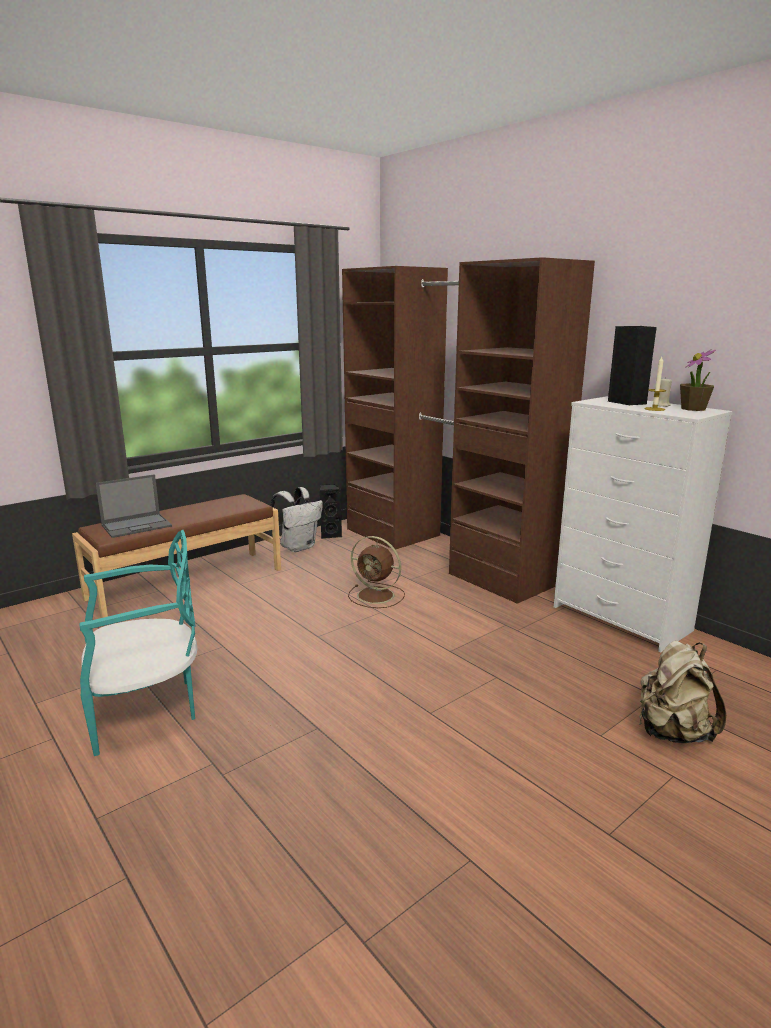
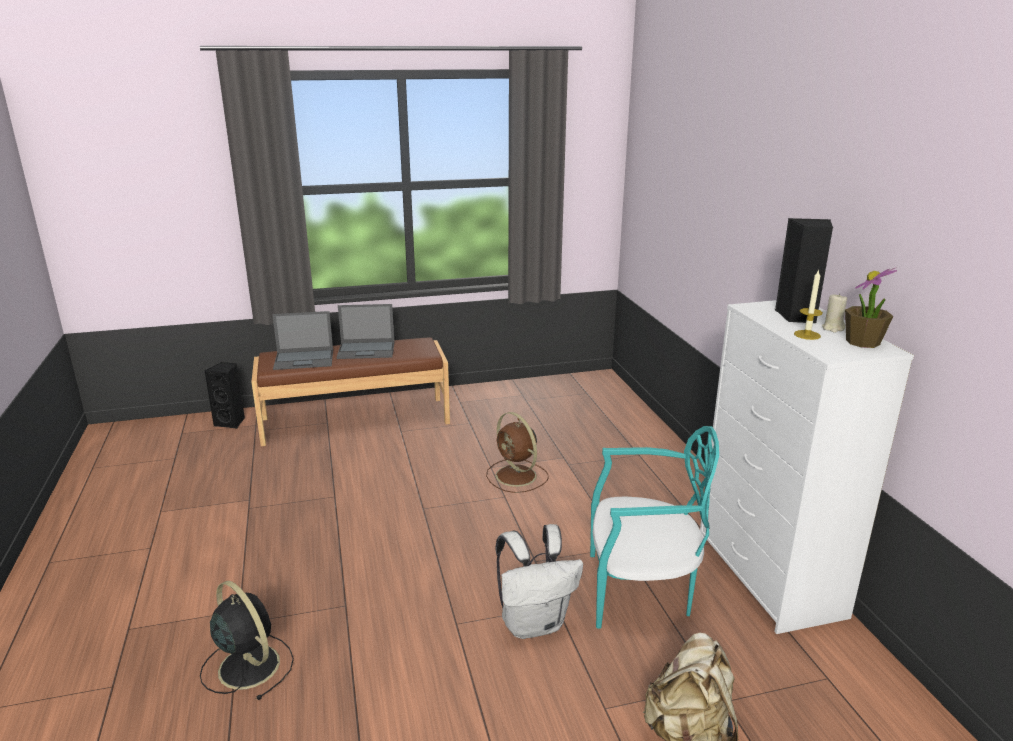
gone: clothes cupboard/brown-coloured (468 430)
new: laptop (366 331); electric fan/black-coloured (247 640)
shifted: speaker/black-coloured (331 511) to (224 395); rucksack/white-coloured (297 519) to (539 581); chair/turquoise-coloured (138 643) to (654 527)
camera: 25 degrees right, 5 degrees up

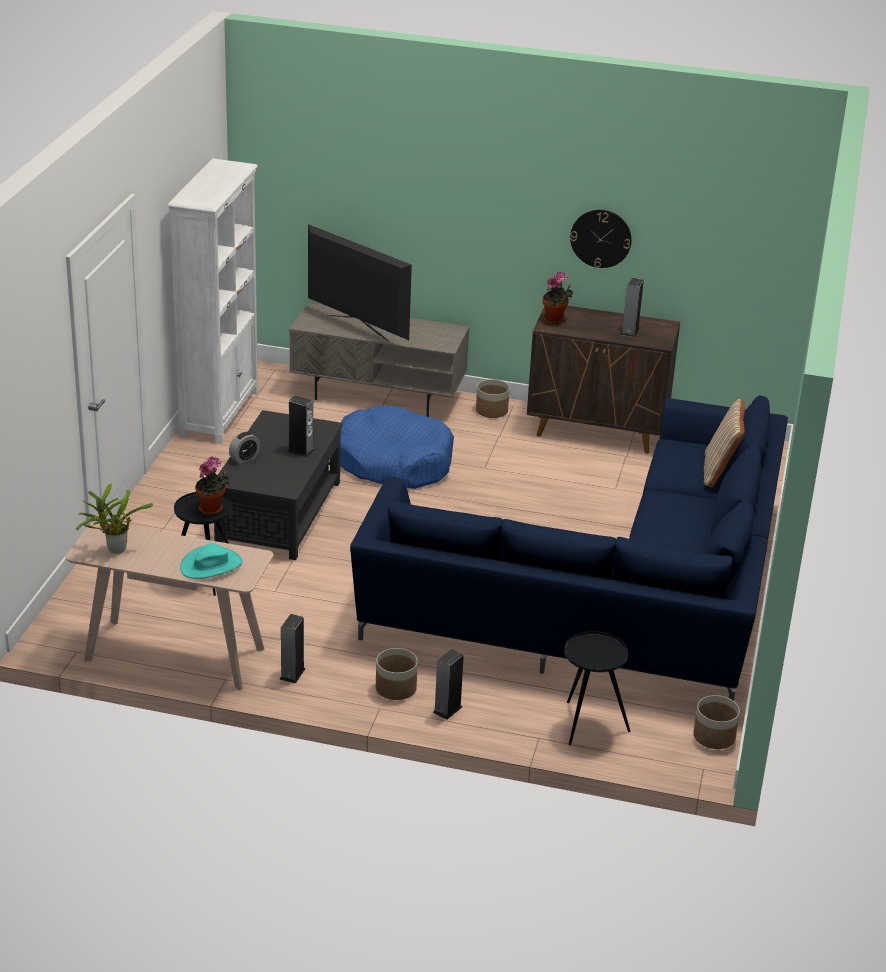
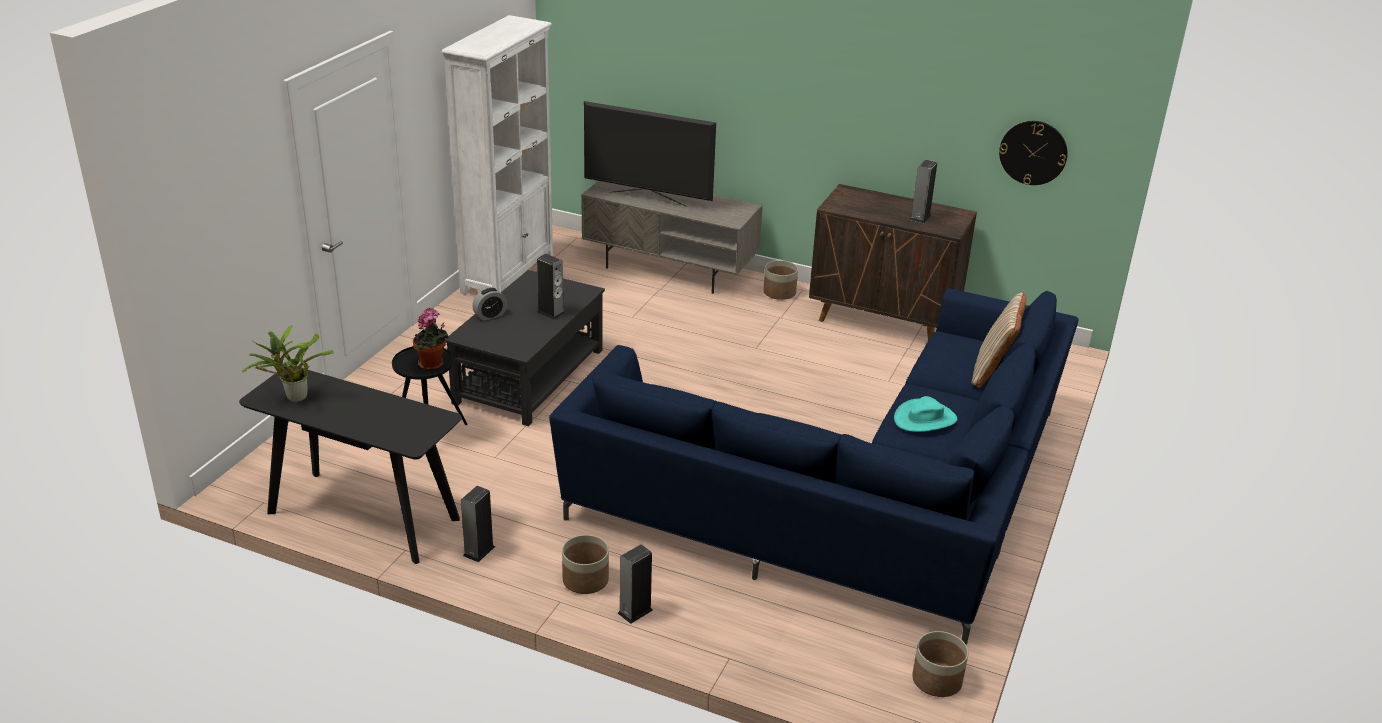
gone: potted plant (557 297); dog cushion/blue (397 447); end table/black-coloured (597 688)
shifted: wall clock (601 239) to (1033 153); clothing hat/turquoise-coloured (211 561) to (925 414)
repainted: narrow table/beige (169 605) to narrow table/black-coloured (350 465)
rotated: television (360 282) = (650 154) 150 degrees clockwise
camera: 10 degrees right, 0 degrees up

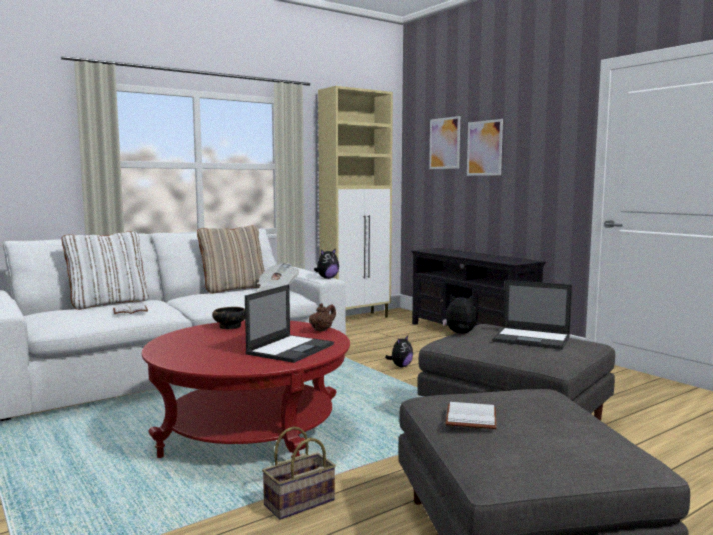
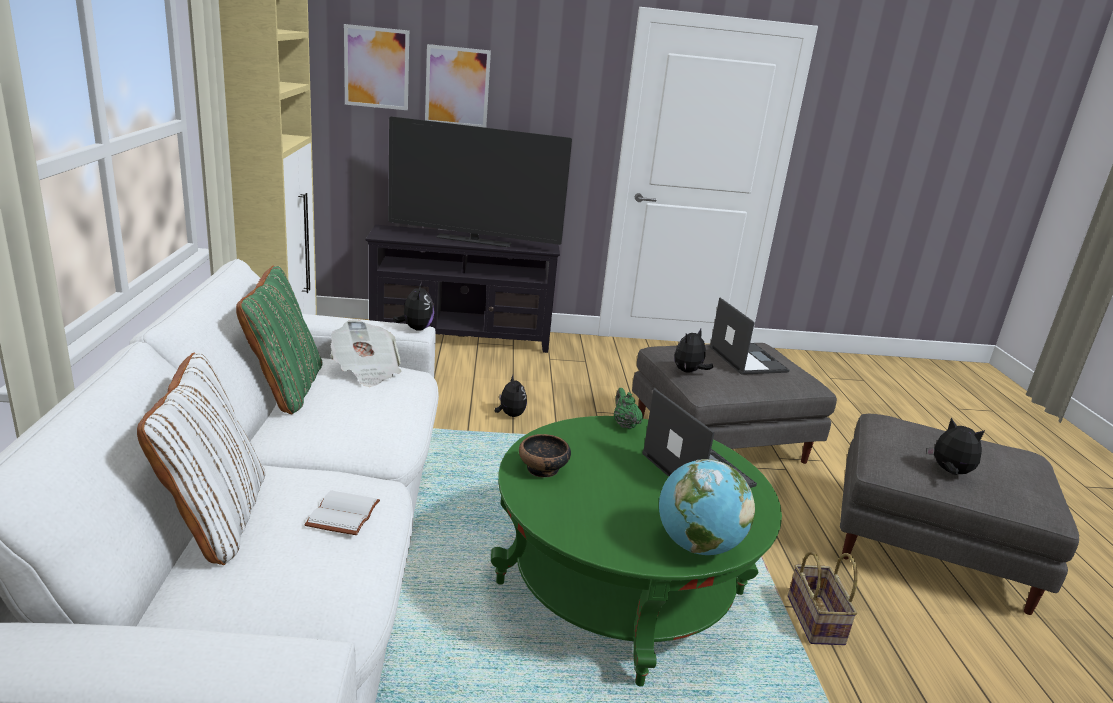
new: television (480 181); globe (707 507)
swapped: bound book/white-coloured (471 415) to plush toy (955 446)
repainted: pillow/beige (231 260) to pillow/green (279 340); teapot/brown-coloured (322 317) to teapot/green (628 408); coffee table/red (246 389) to coffee table/green (636 551)
rotated: laptop (532 315) = (749 336) 75 degrees counterclockwise
camera: 60 degrees left, 15 degrees up

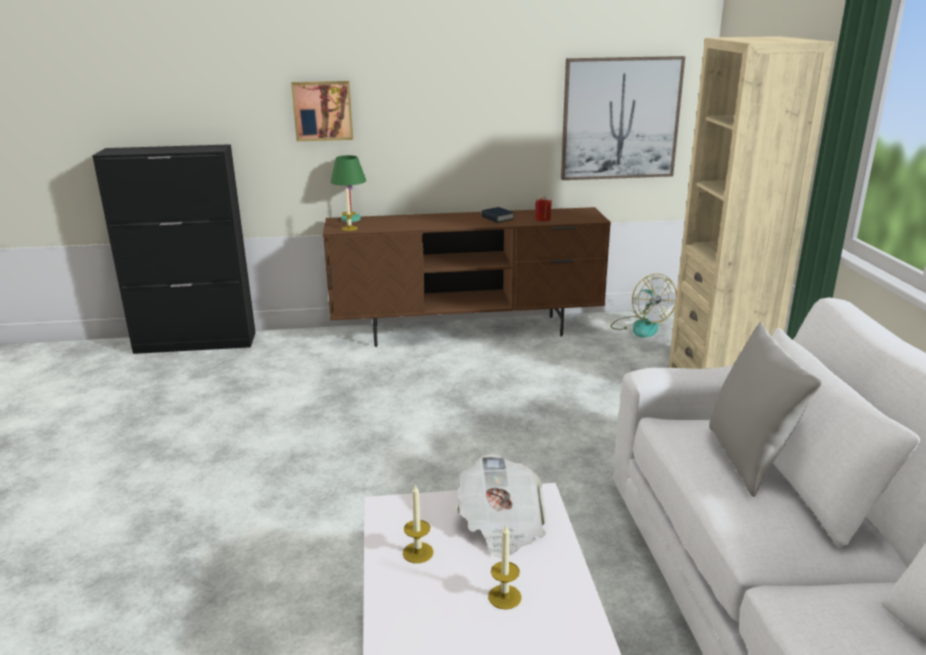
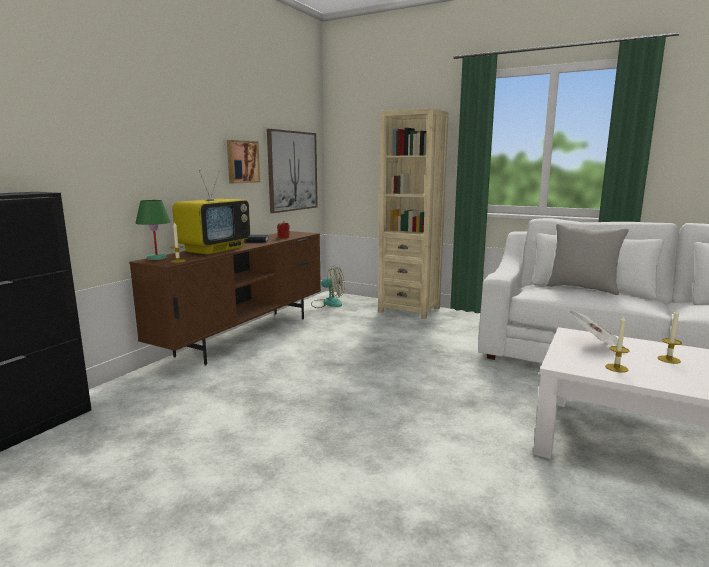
new: television (211 212)
shifted: wall art (322 111) to (243 162)
camera: 55 degrees left, 10 degrees down

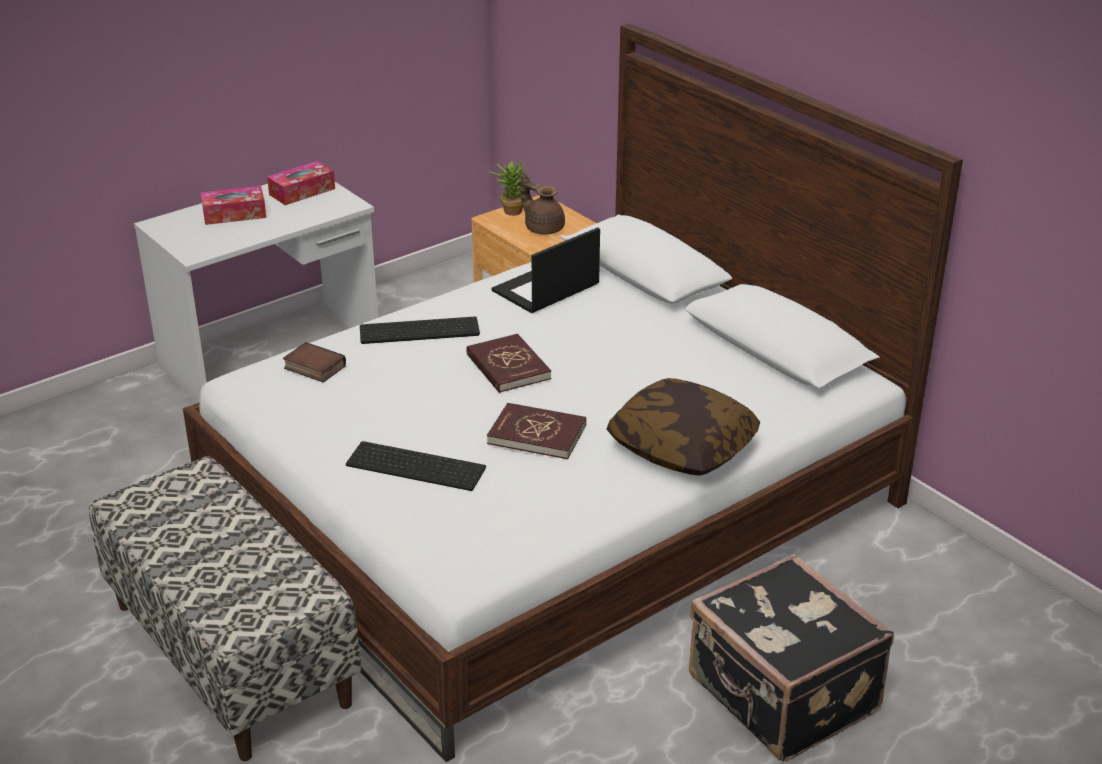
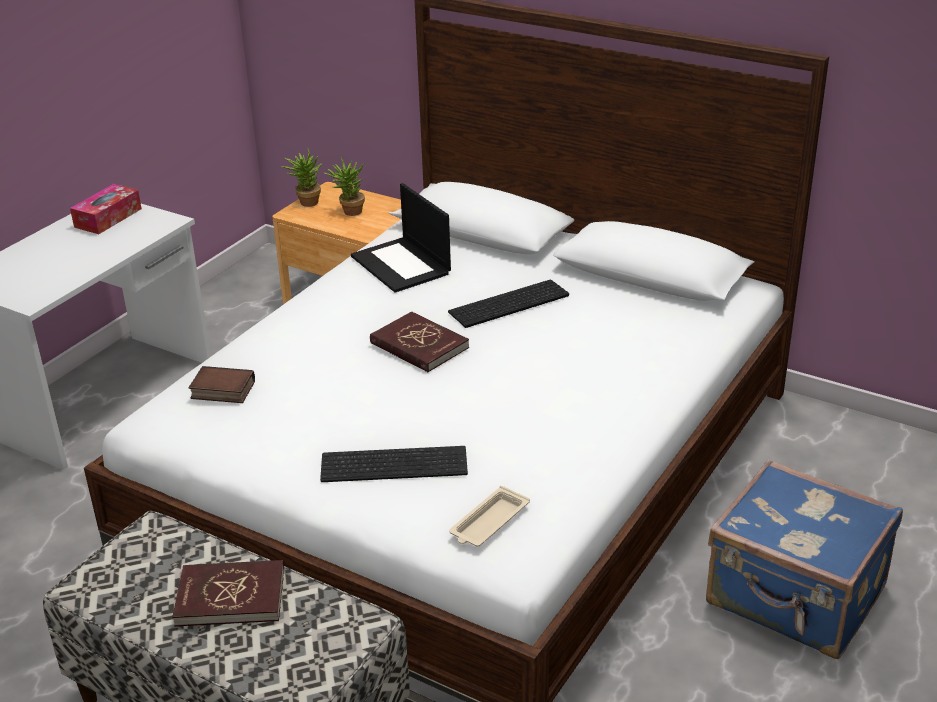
gone: box of tissues (233 205); pillow (683 427)
new: carrying tray/beige (489 516)
shifted: keyboard (420 330) to (508 304); bound book/red (536 431) to (228 593)
swapped: teapot/brown-coloured (542 203) to potted plant (344 186)
repainted: travel case/black-coloured (791 658) to travel case/blue (804 559)
rotated: laptop (546 270) = (401 238) 60 degrees counterclockwise
camera: 20 degrees left, 0 degrees up

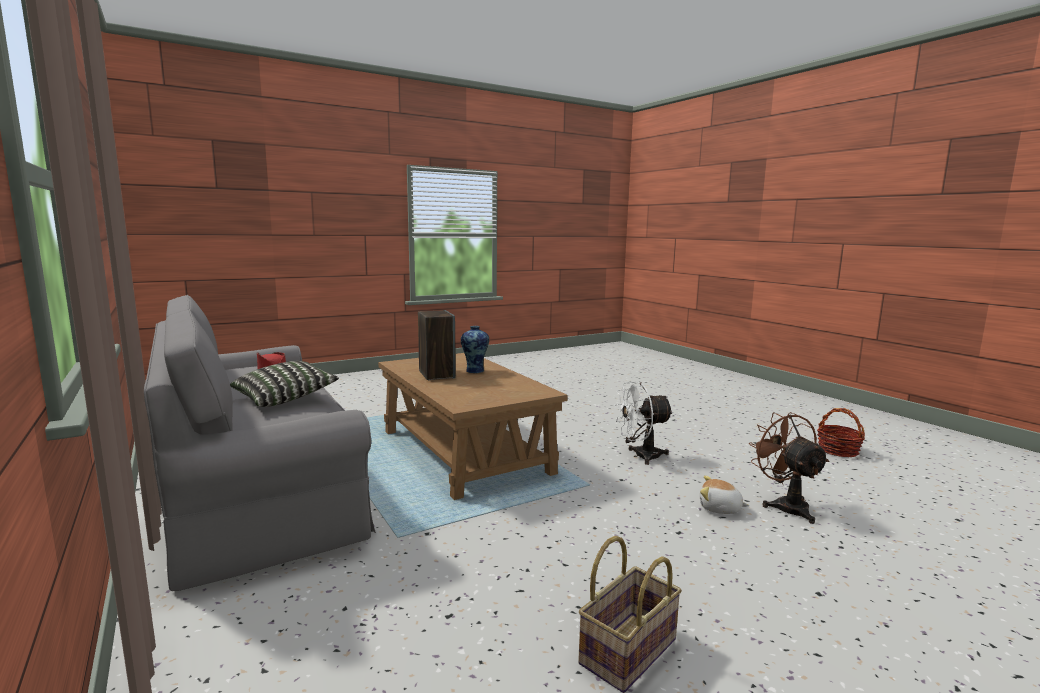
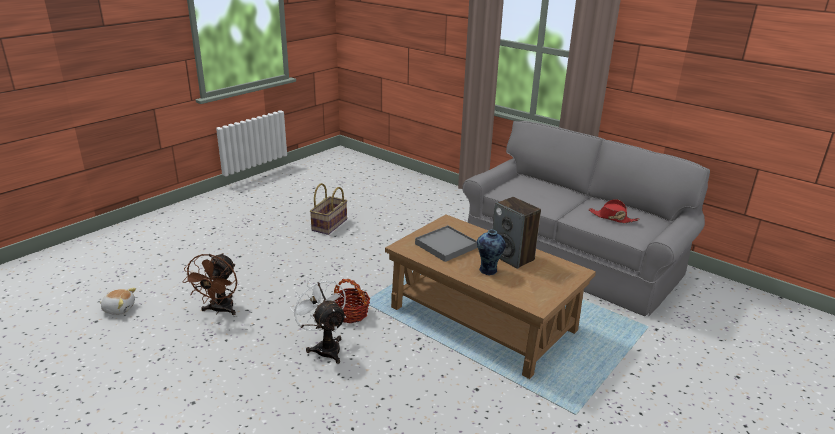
gone: pillow (284 384)
new: carrying tray/gray (446 243)
shifted: storage basket (841 432) to (352 301); plush toy (724 495) to (117 301)
rotated: electric fan/white-coloured (644 423) = (318 320) 90 degrees counterclockwise; electric fan/brown-coloured (789 468) = (209 284) 45 degrees clockwise
camera: 160 degrees right, 15 degrees up

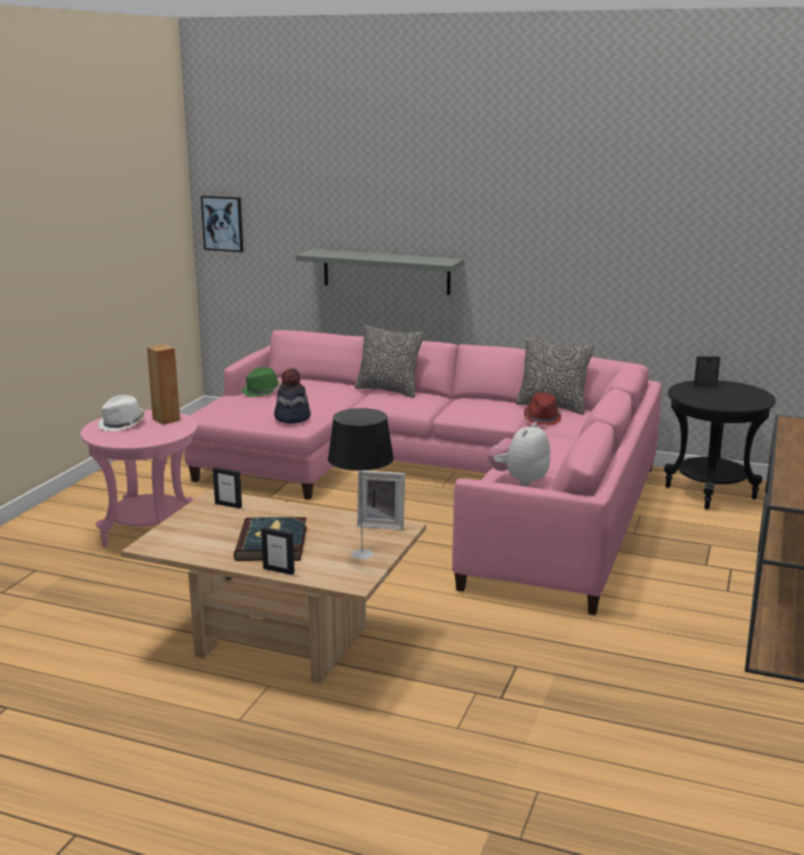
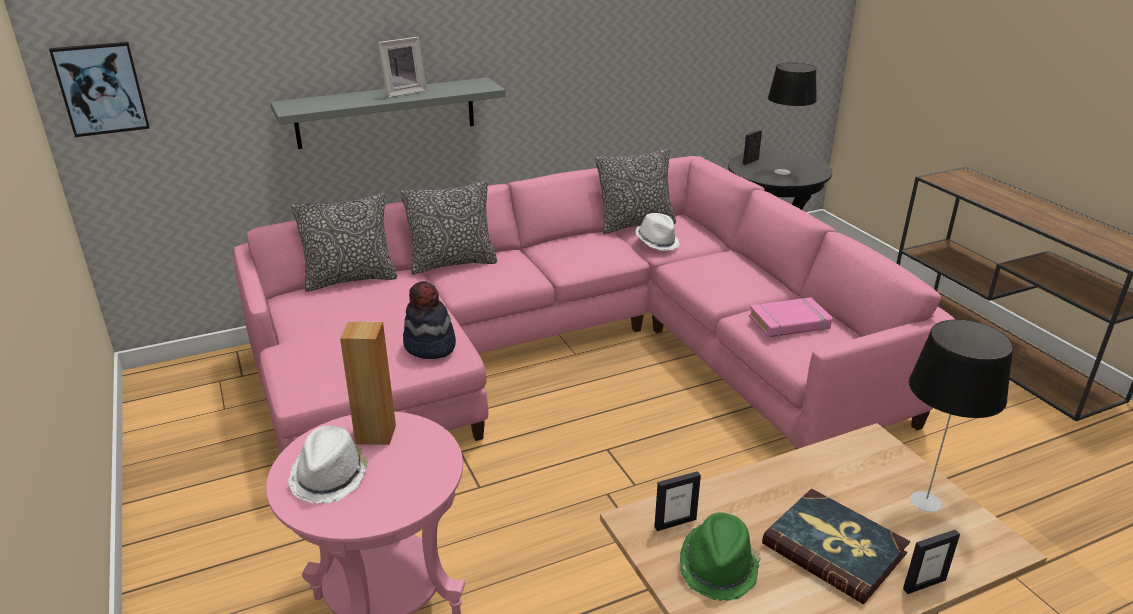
new: lamp for a table (792 119); pillow (344 242)
shifted: clothing hat/green (261 382) to (720 556); standing frame (381 500) to (402 67)
swapped: plush toy (519 454) to bound book/pink (790 317)
repainted: clothing hat/red (543 408) to clothing hat/white-coloured (657 232)
camera: 45 degrees left, 10 degrees up

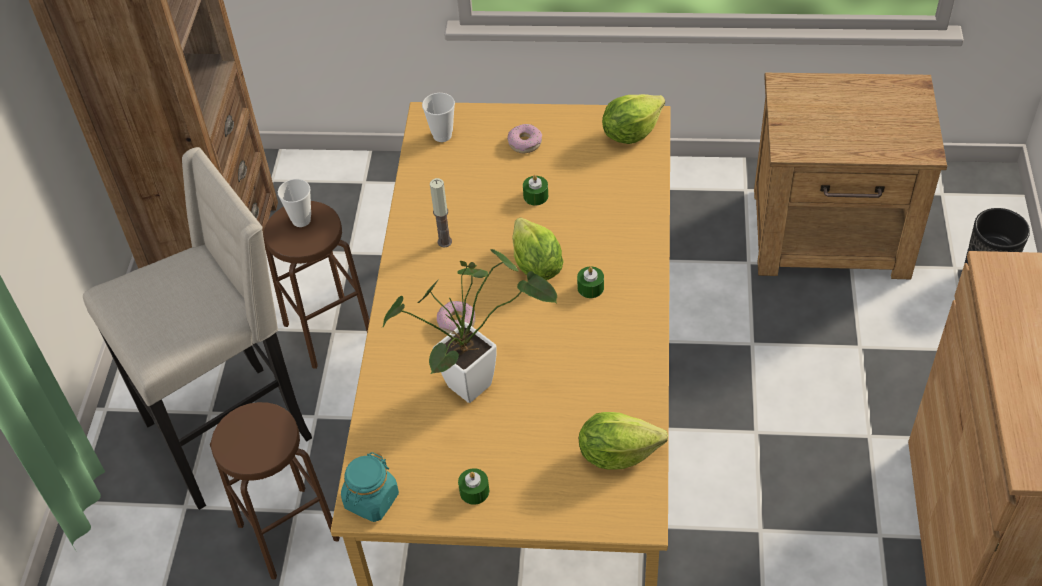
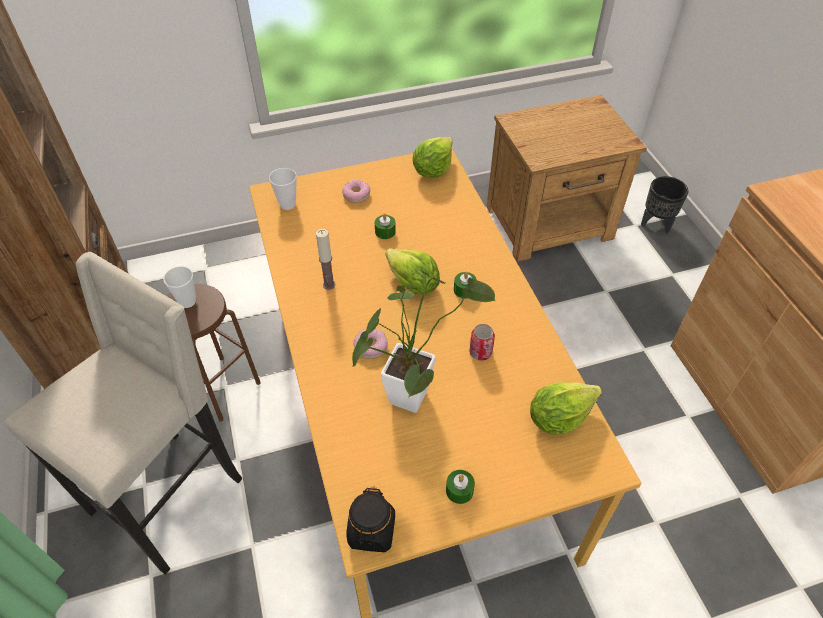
gone: sitting stool/brown-coloured (275 490)
new: sealed can (482 342)
repainted: preserve jar/turquoise-coloured (370 487) to preserve jar/black-coloured (370 519)
camera: 25 degrees left, 0 degrees up

